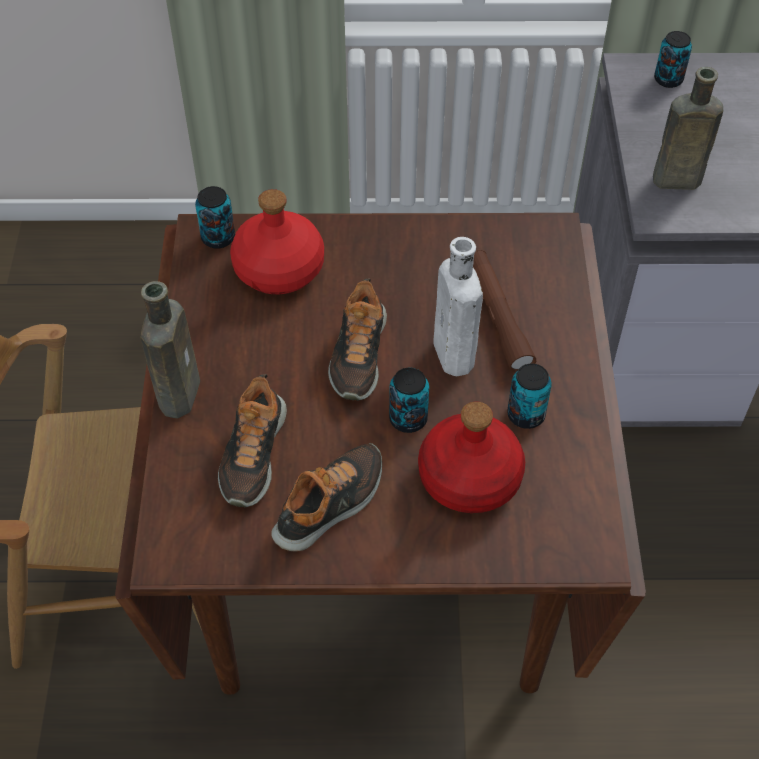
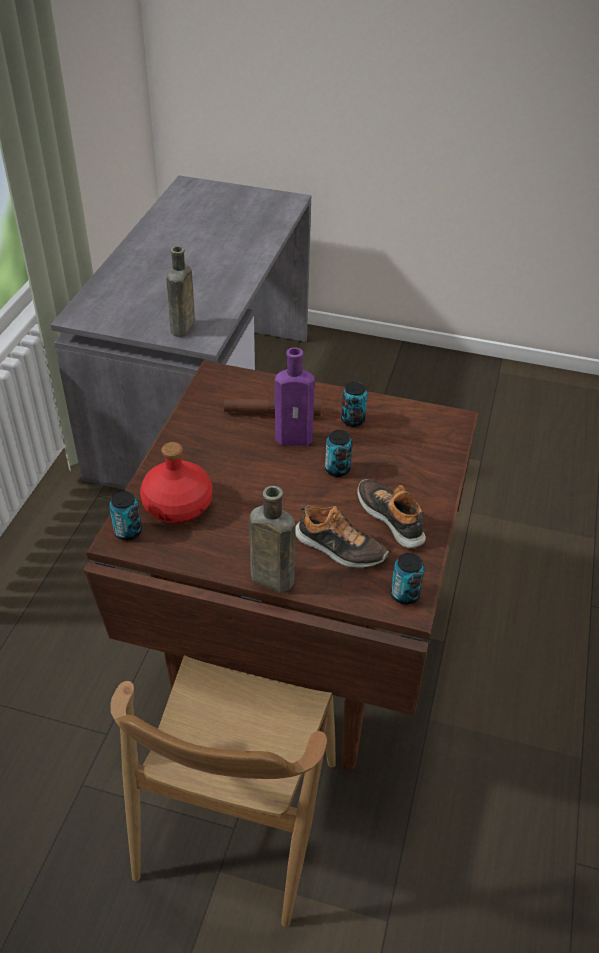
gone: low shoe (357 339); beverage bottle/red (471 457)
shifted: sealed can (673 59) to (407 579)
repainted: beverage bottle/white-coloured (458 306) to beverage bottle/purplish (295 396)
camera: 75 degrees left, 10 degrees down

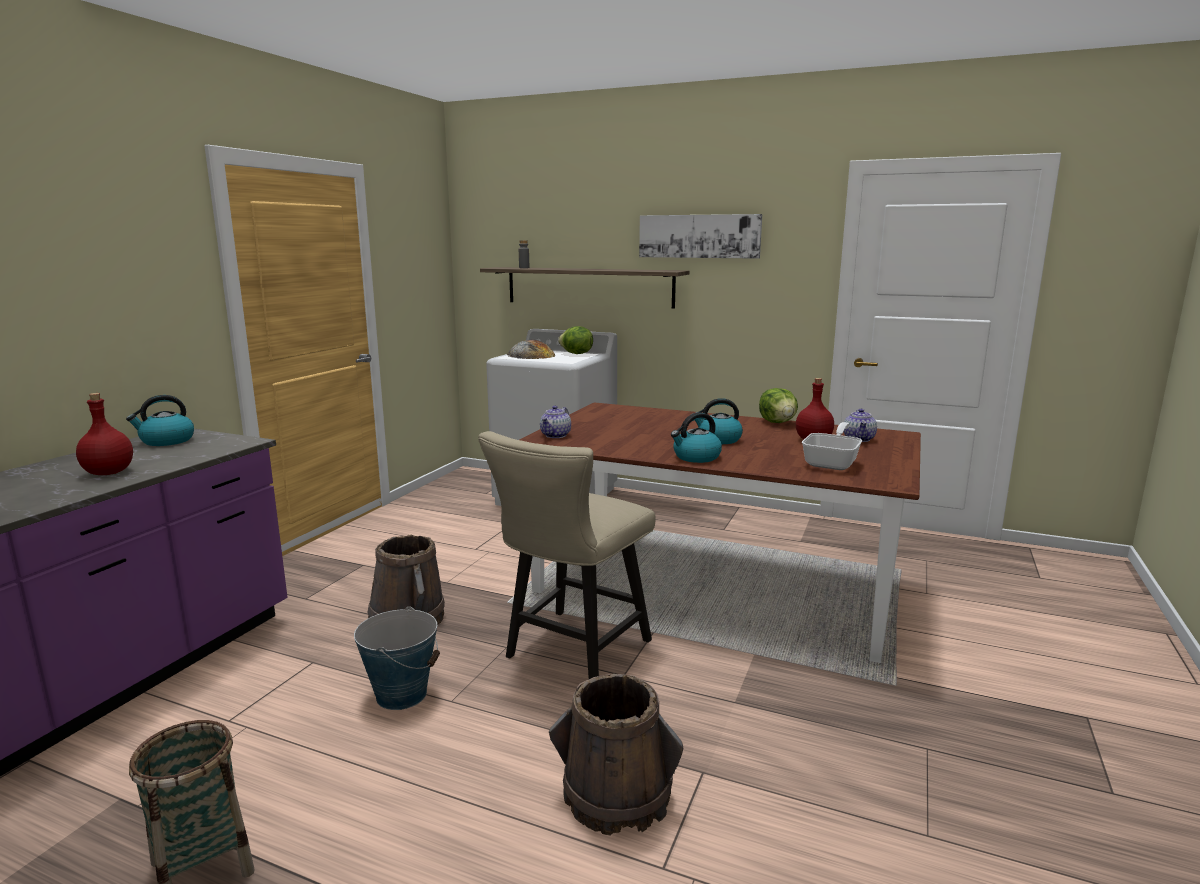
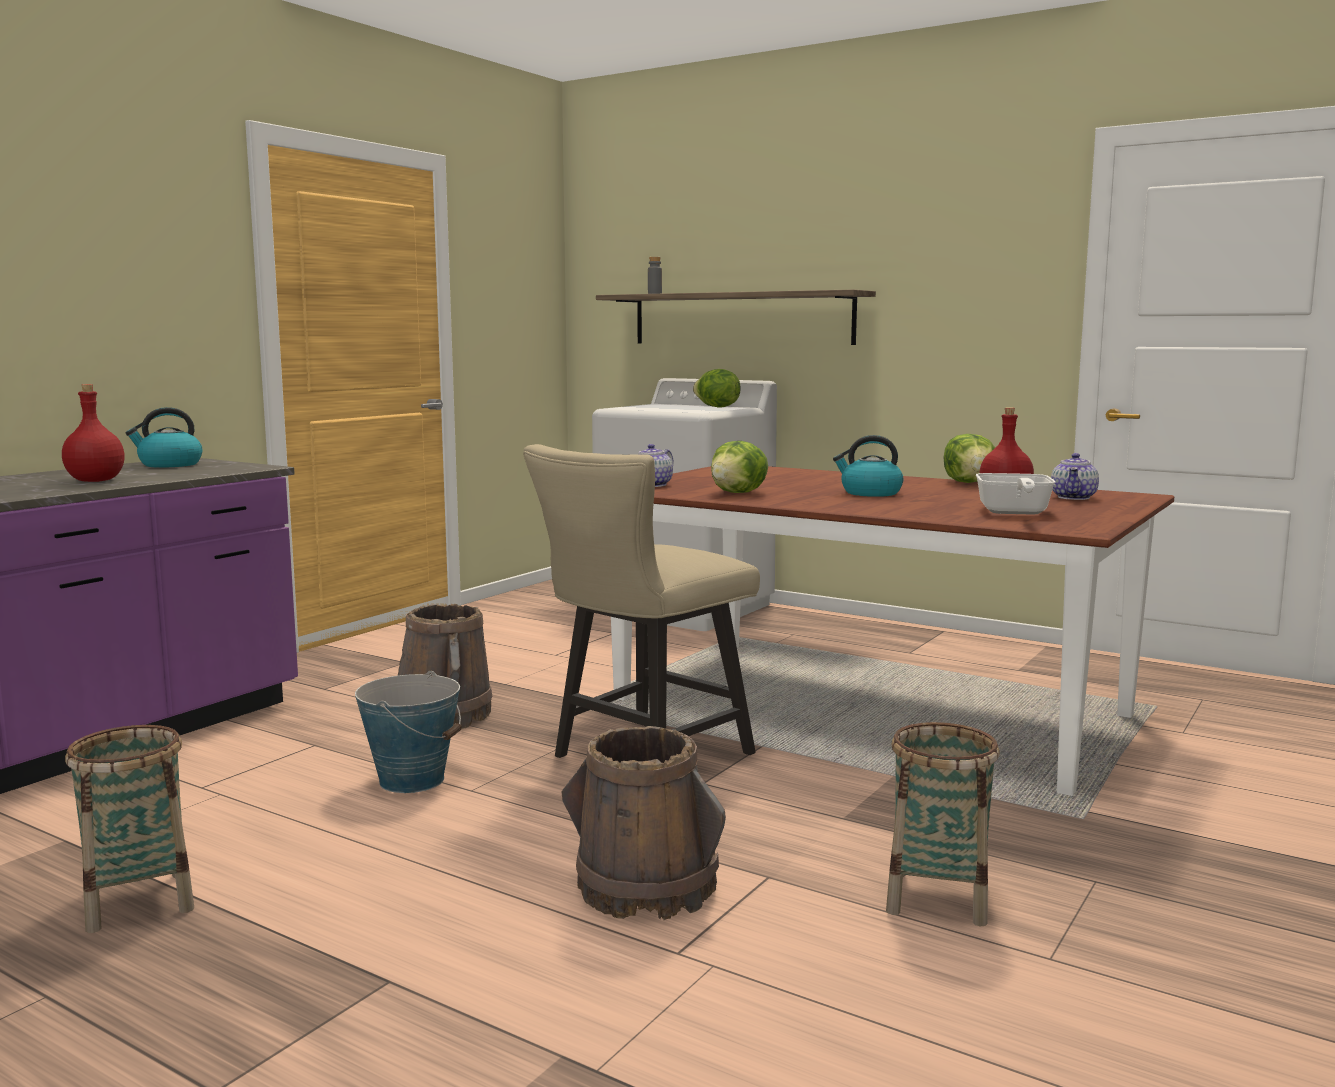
gone: wall art (700 236); bread (531 349); tea kettle (696 437)
new: lettuce (739 467); storage basket (943 824)
rotated: skillet (832 446) = (1016 494) 150 degrees clockwise
camera: 10 degrees right, 5 degrees down

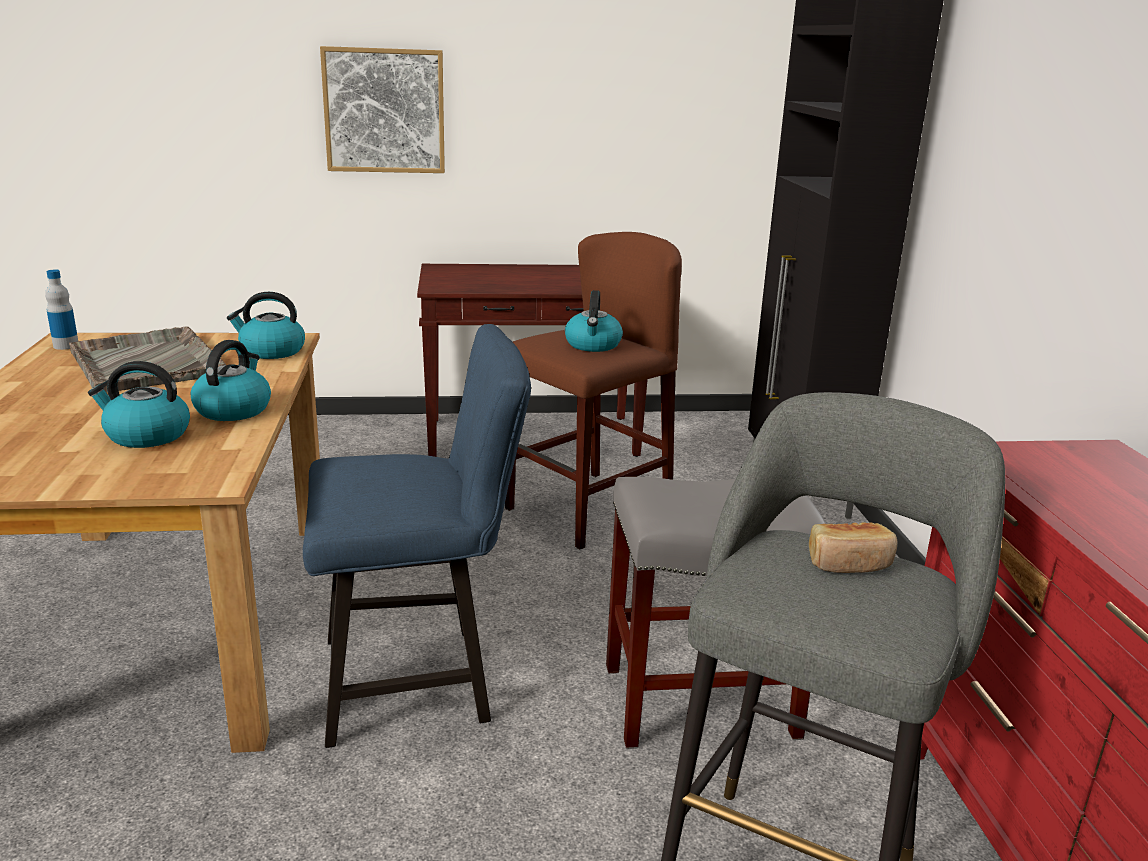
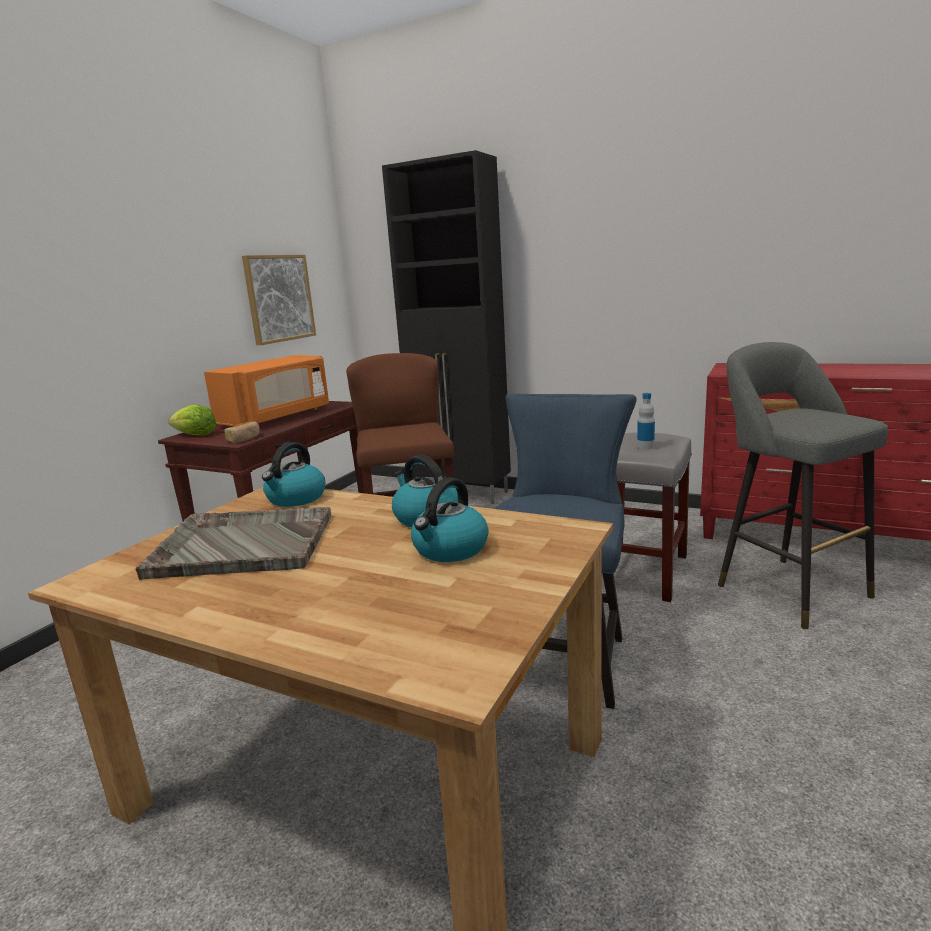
gone: tea kettle (594 321)
new: microwave oven/orange (266 390); lettuce (192 420)
shifted: wall art (382 109) to (279 300); beverage bottle (61 310) to (646 421); bread (853 547) to (242 432)
camera: 55 degrees left, 5 degrees down

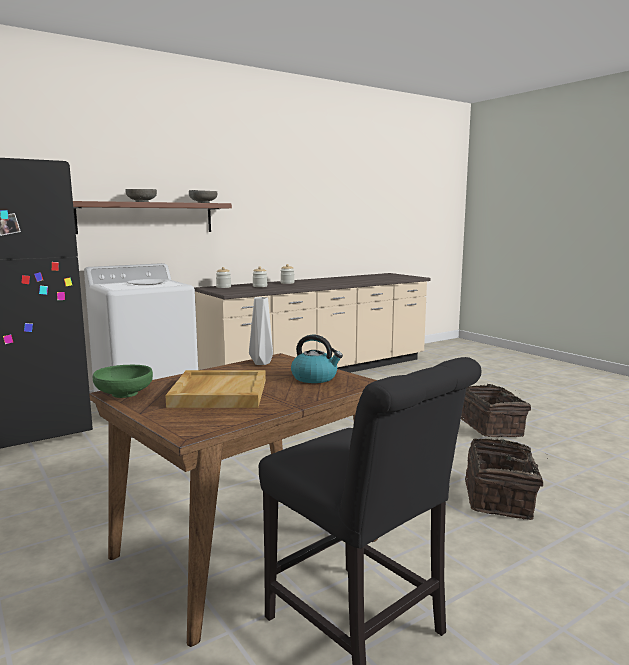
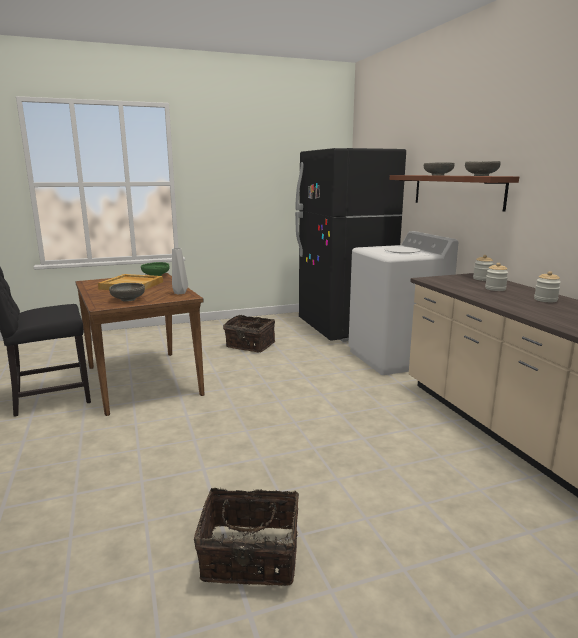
shifted: storage basket (506 479) to (249 334)
swapped: tea kettle (317 359) to bowl/gray (127 292)
camera: 105 degrees right, 5 degrees up

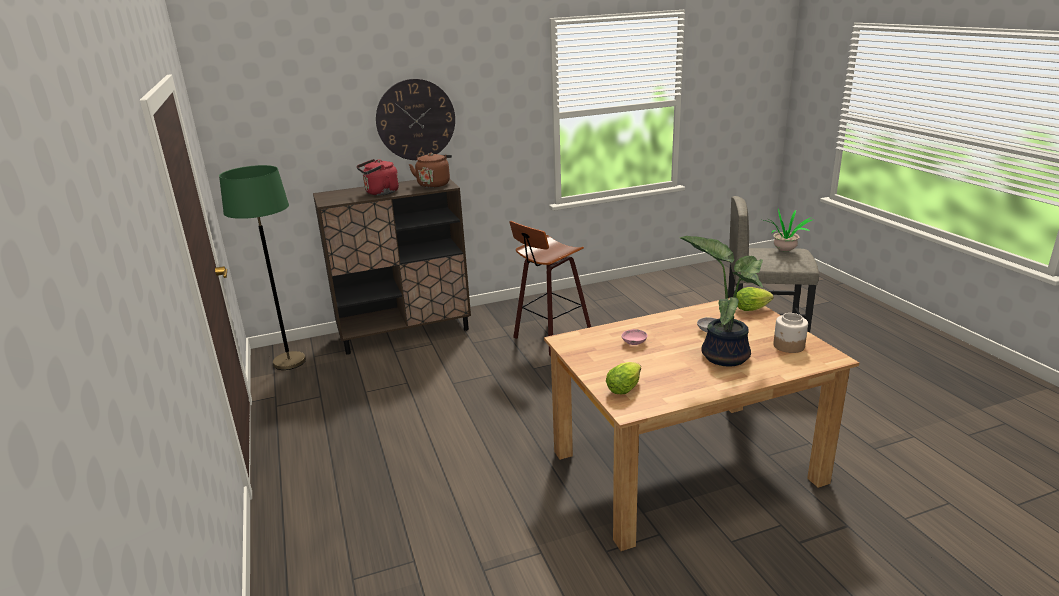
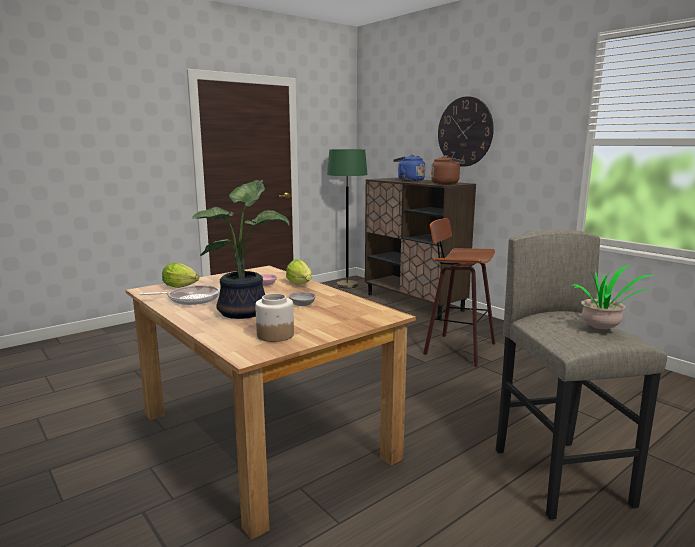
new: skillet (180 295)
shifted: lettuce (755 299) to (298 272)
repainted: tea kettle/red (377 177) to tea kettle/blue (409 168)
camera: 70 degrees right, 10 degrees down

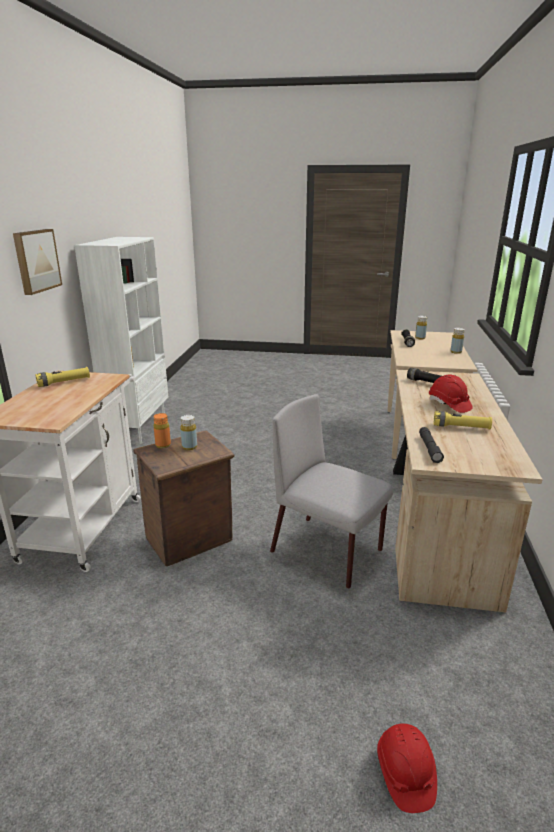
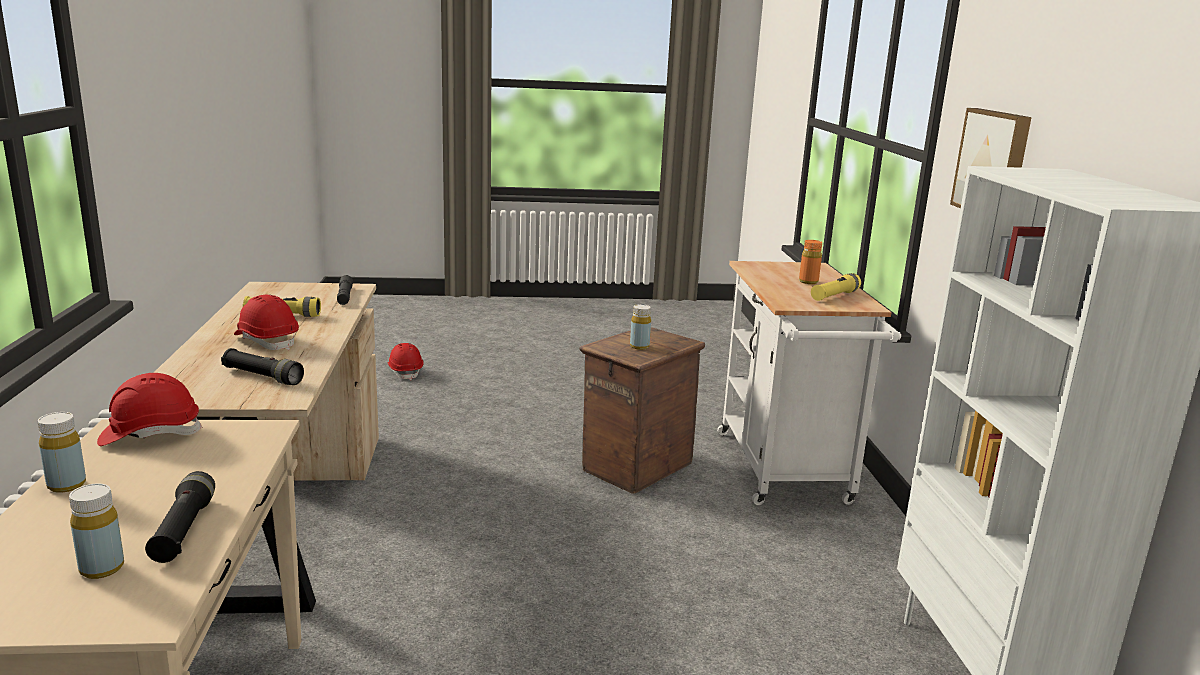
gone: chair/gray (331 491)
new: work helmet/red (150 409)
shifted: beverage bottle/orange (162 430) to (810 262)
camera: 165 degrees right, 5 degrees down

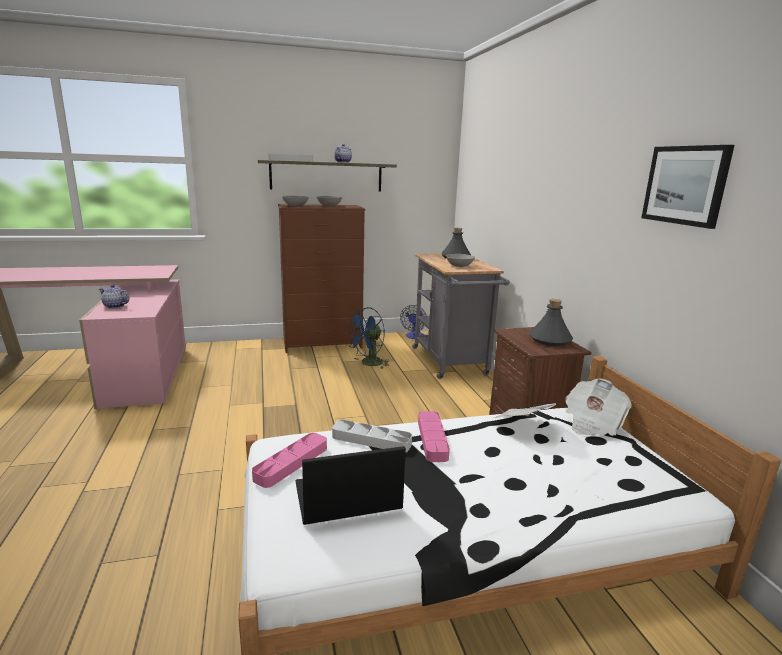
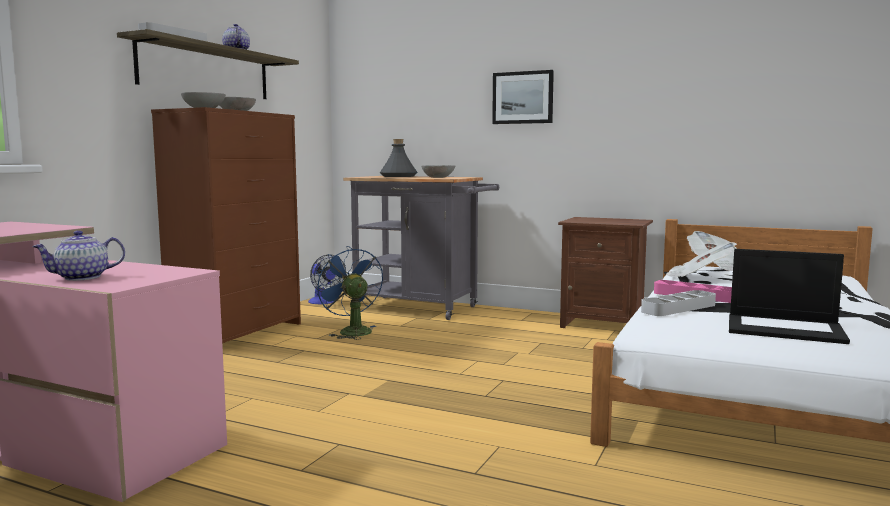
gone: beverage bottle/gray (551 322); carrying tray/pink (289 460)
shifted: wall art (688 187) to (523 97)
rotated: electric fan/blue (368 337) = (349 293) 150 degrees clockwise; laptop (351 485) = (789 296) 90 degrees counterclockwise
camera: 50 degrees left, 10 degrees down

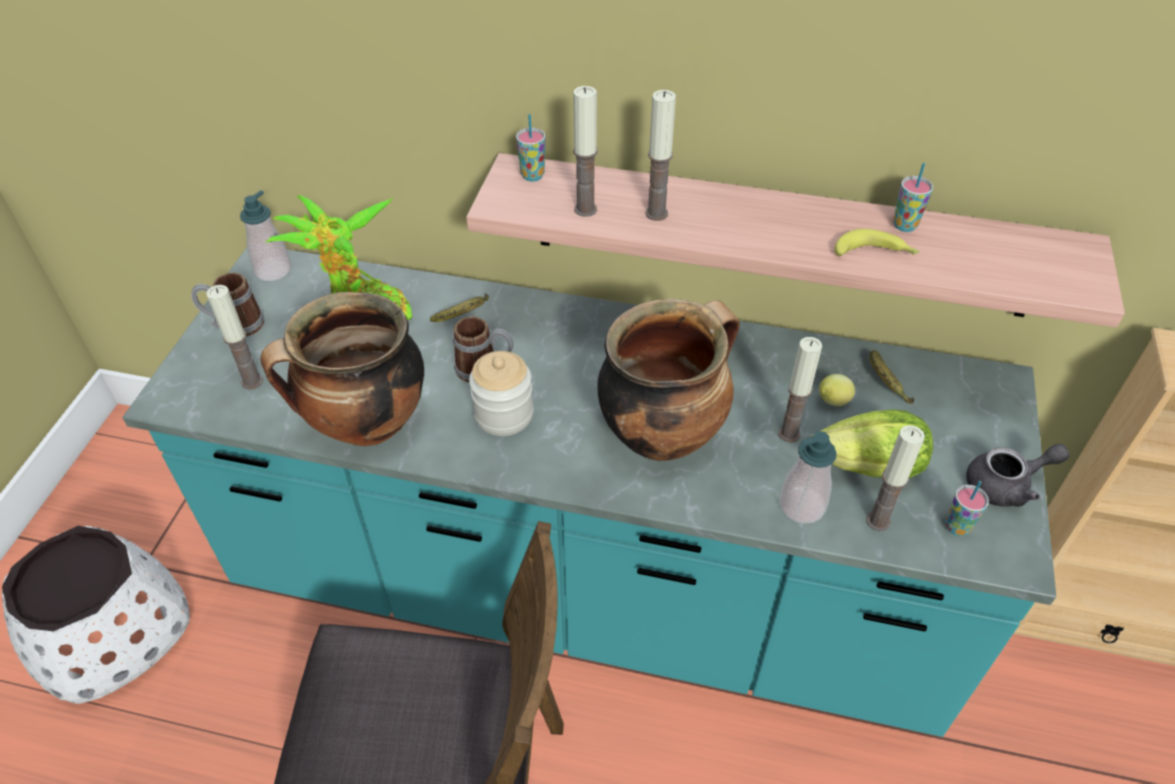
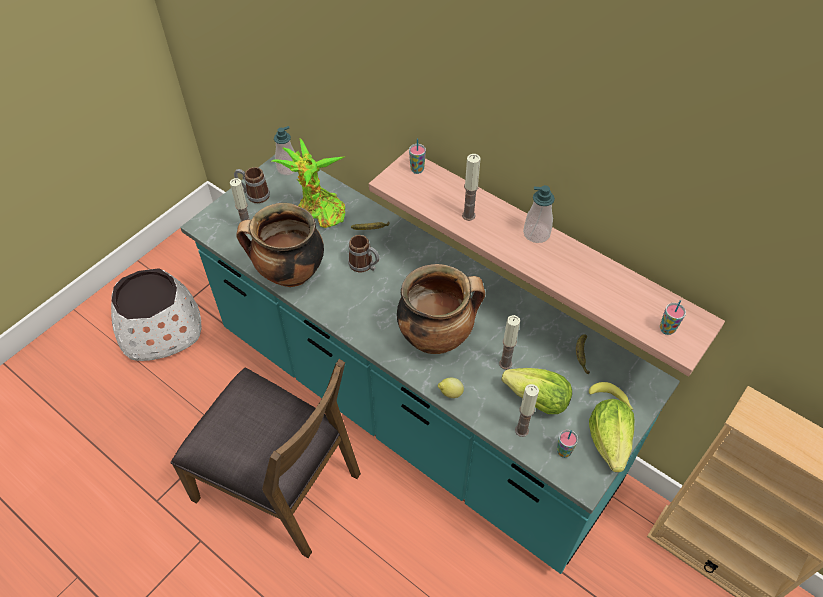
gone: candle (585 151); preserve jar (501 393)
shifted: cup (913 197) to (673 317); banana fruit (877 242) to (611 396); citrus fruit (837 390) to (451 387); soap bottle (808 477) to (539 214)
swapped: teapot/gray (1018 475) to lettuce (611 435)
camera: 25 degrees right, 5 degrees up

